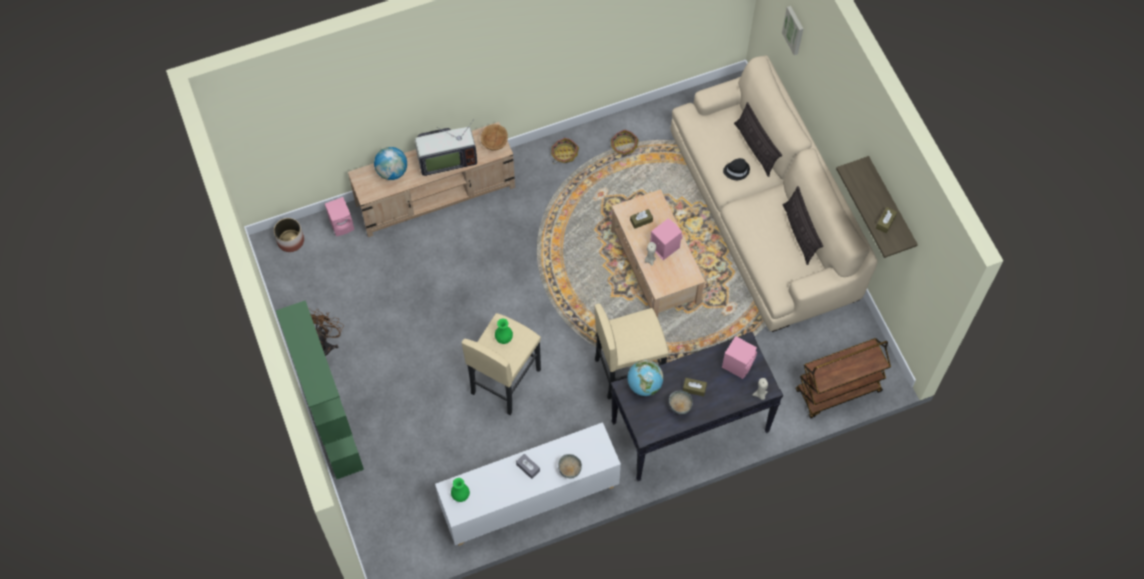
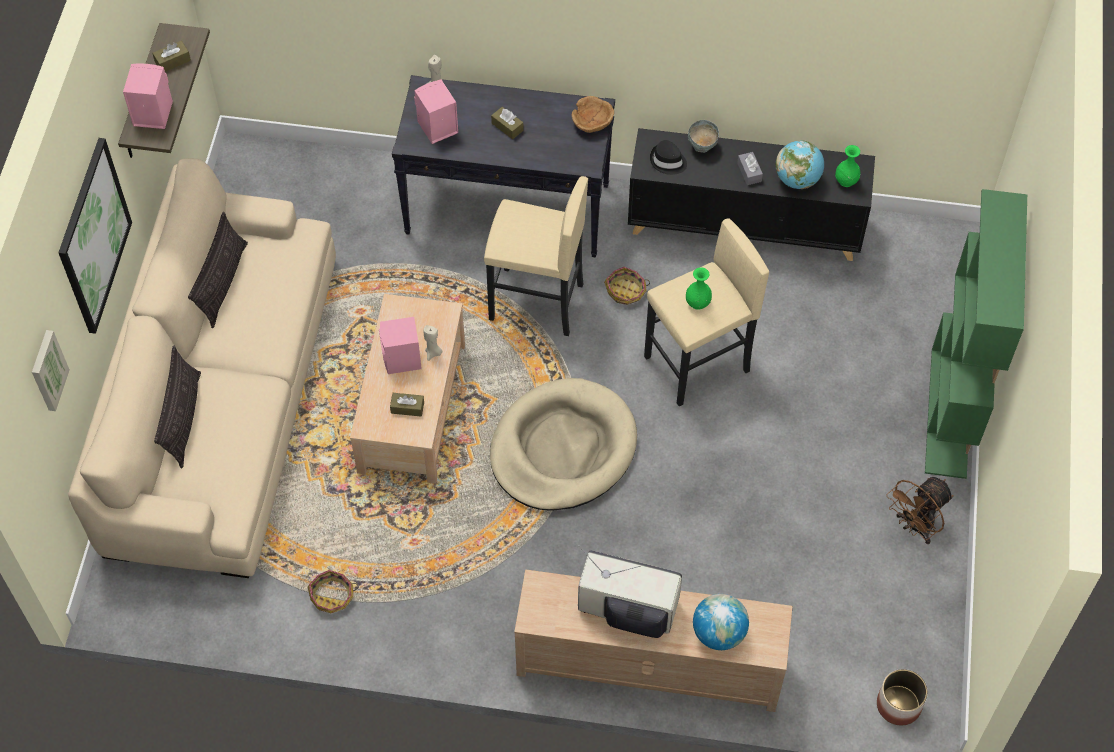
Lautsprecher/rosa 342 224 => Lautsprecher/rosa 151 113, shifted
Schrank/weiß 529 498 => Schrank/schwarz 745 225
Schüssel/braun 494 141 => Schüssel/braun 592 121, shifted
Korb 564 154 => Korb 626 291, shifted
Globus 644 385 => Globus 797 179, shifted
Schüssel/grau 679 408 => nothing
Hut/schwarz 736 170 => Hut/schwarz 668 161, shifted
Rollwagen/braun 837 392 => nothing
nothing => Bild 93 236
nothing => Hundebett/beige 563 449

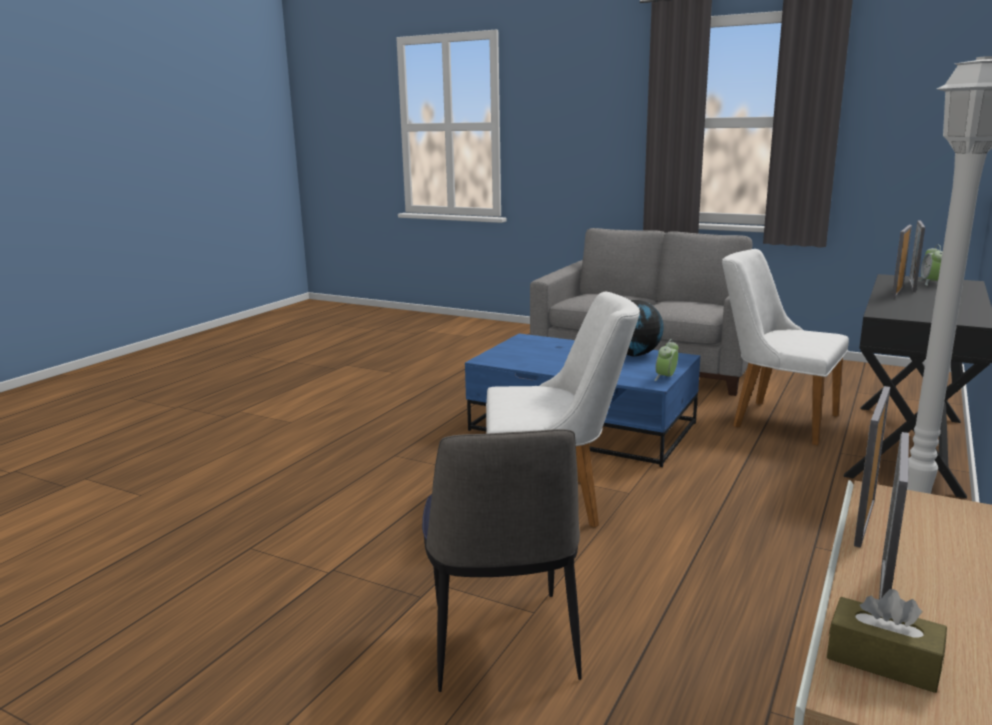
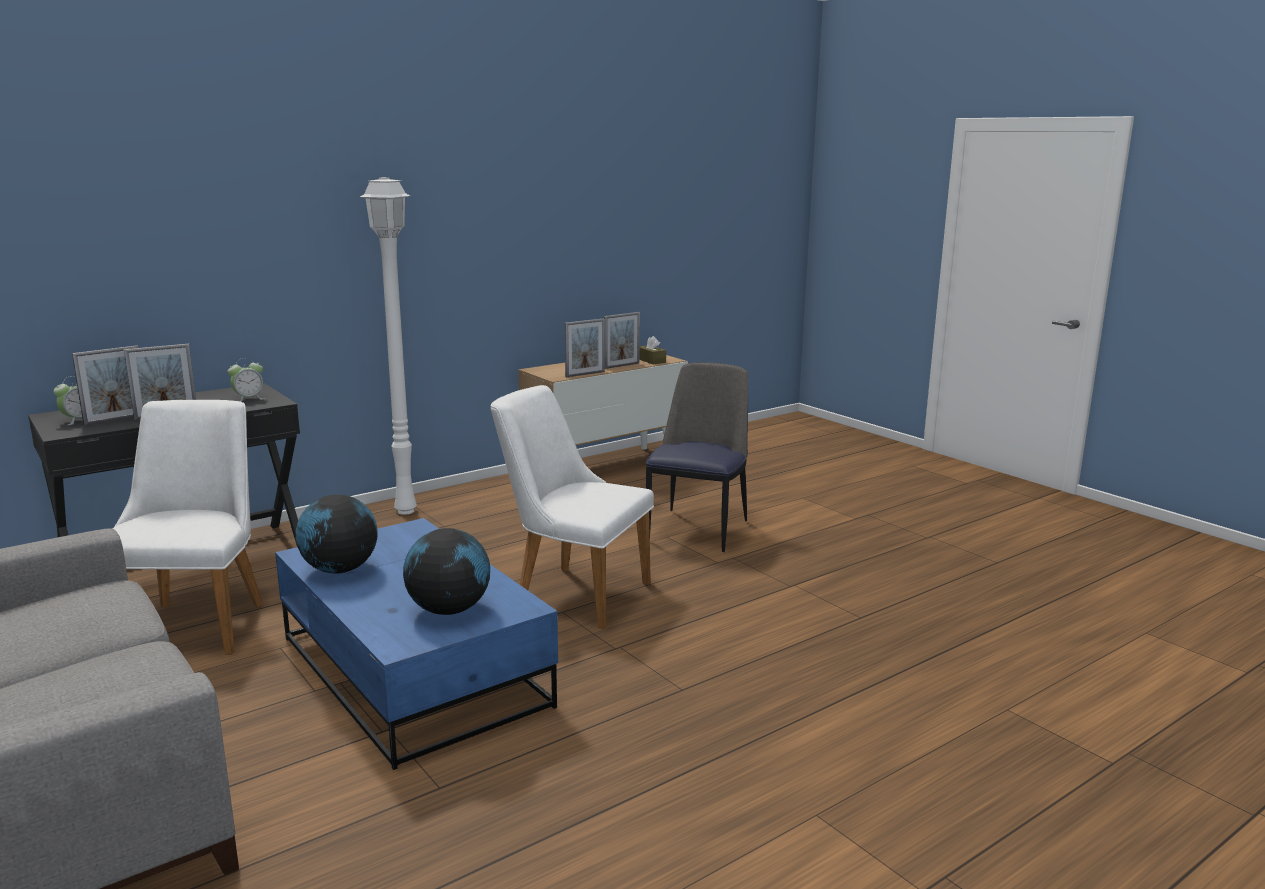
Wecker 666 378 => Wecker 248 399, shifted
Stuhl/weiß 774 419 => Stuhl/weiß 199 621, 150 degrees counterclockwise
nothing => Globus 449 610

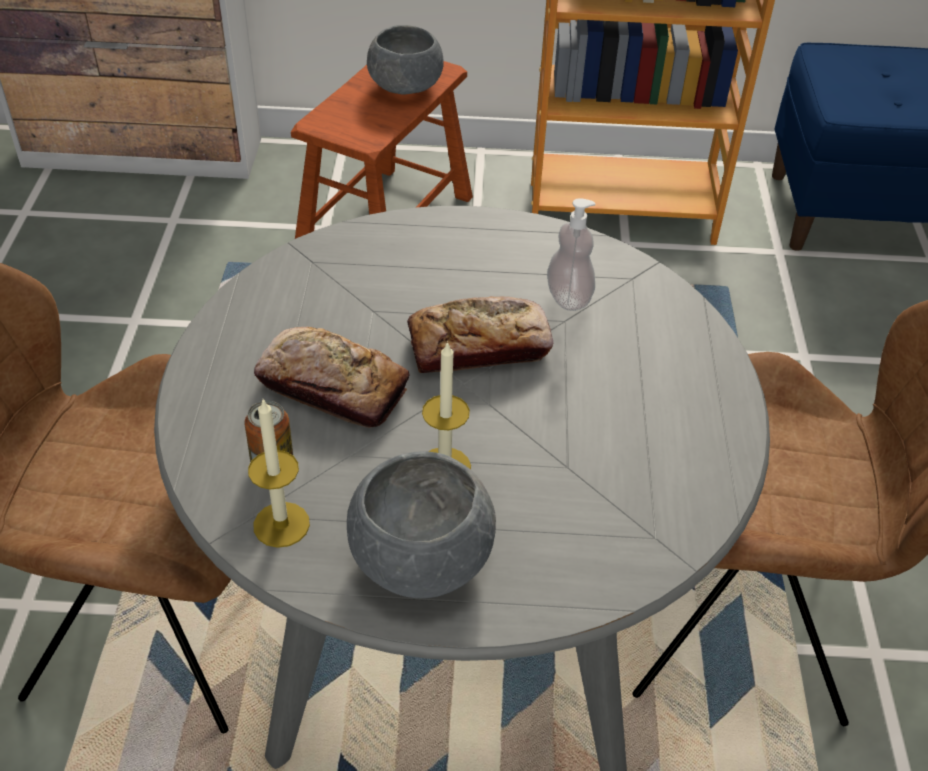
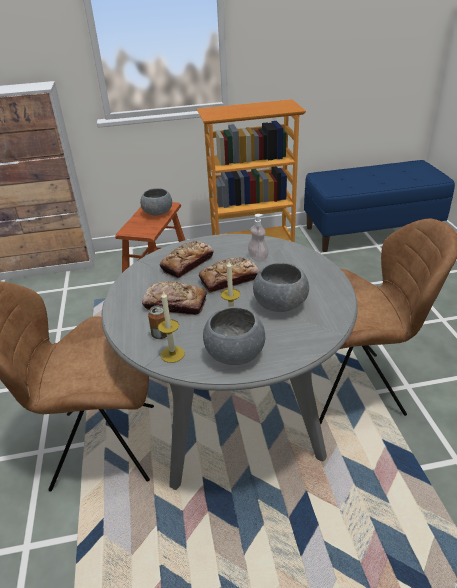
nothing => Brot 187 264
nothing => Schüssel/grau 280 304

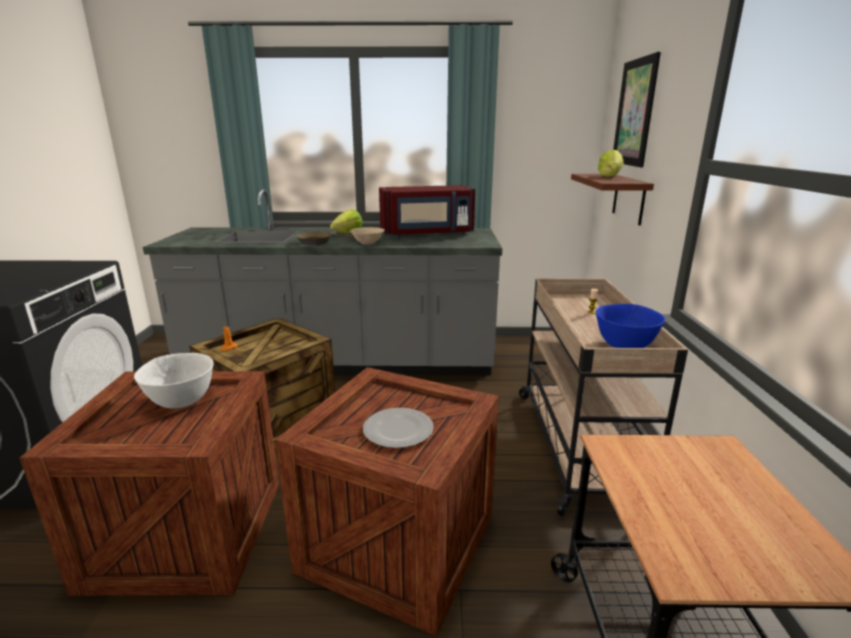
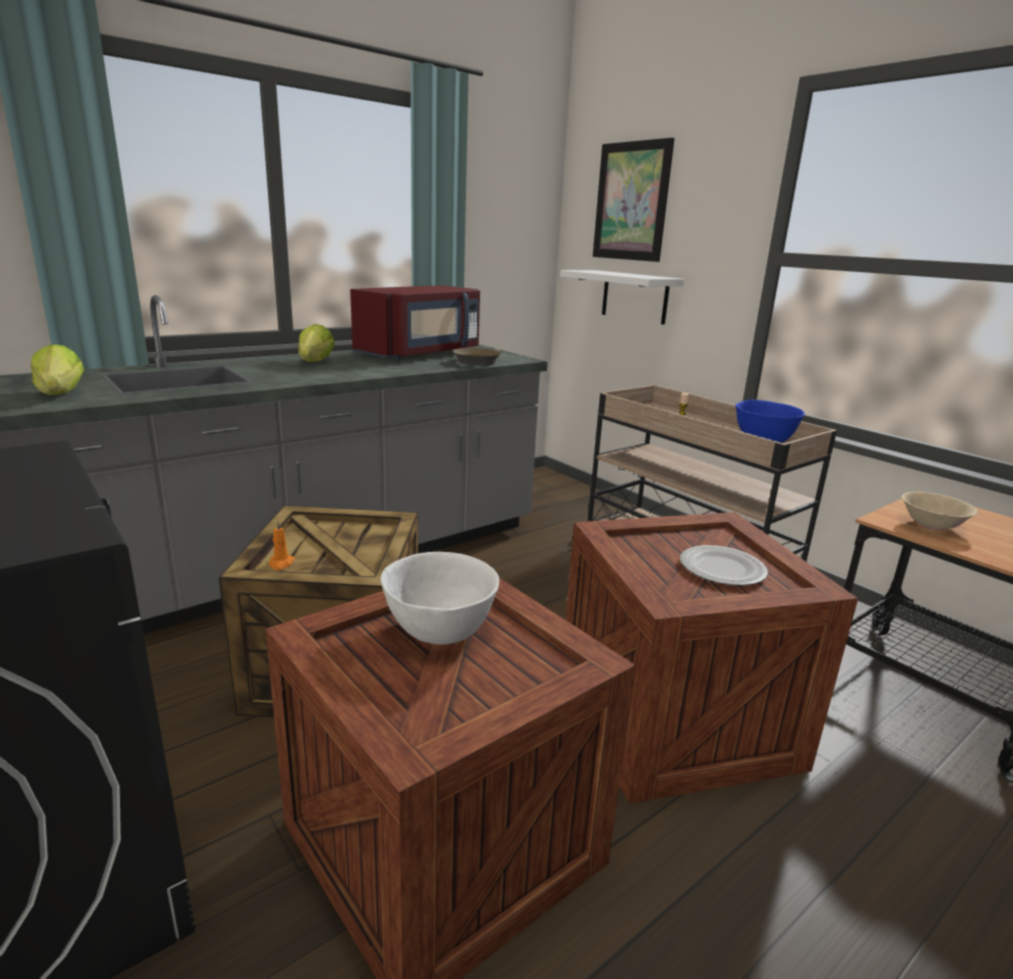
Pfanne/braun 317 242 => Pfanne/braun 478 361, shifted
Schüssel/beige 368 243 => Schüssel/beige 932 525, shifted
Wandregal/braun 629 198 => Wandregal/weiß 634 297
Salatkopf 610 176 => Salatkopf 61 394, shifted

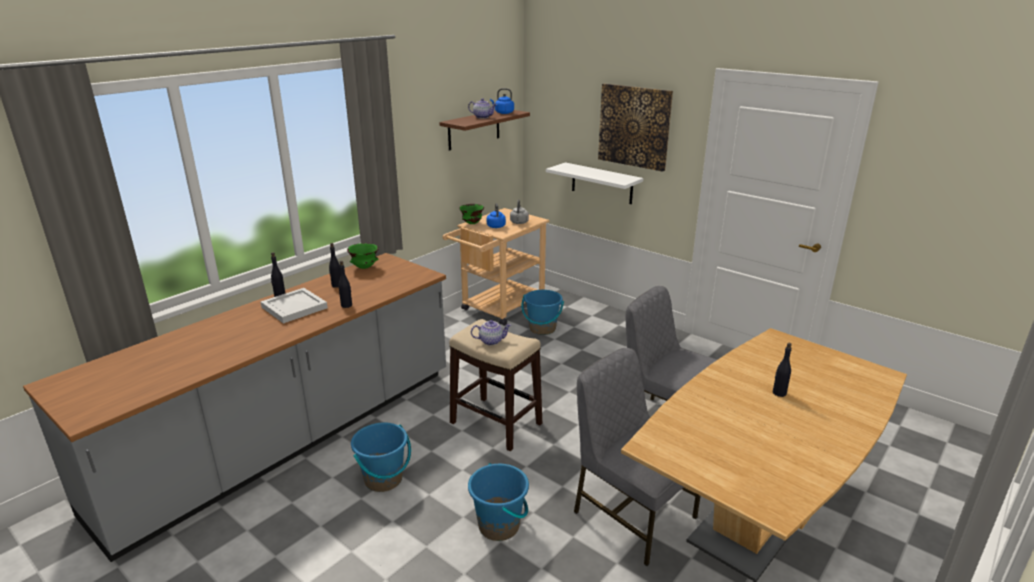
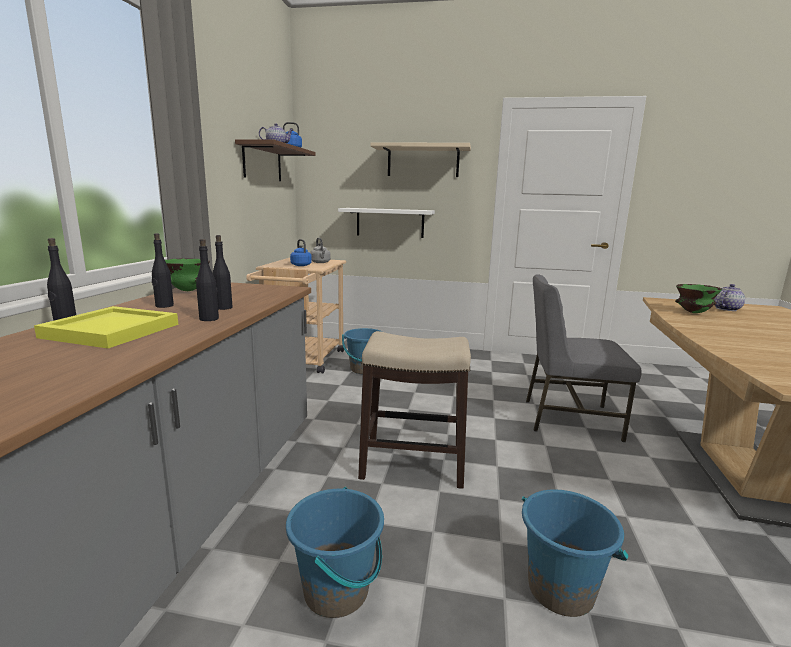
Tablett/weiß 294 307 => Tablett/gelb 111 330
Schüssel/grün 471 223 => Schüssel/grün 693 313, shifted
Teekanne 491 341 => Teekanne 725 309, shifted
Stuhl/grau 632 514 => nothing
Bild 634 126 => Wandregal/beige 423 161
Flasche/schwarz 779 393 => Flasche/schwarz 223 308, shifted

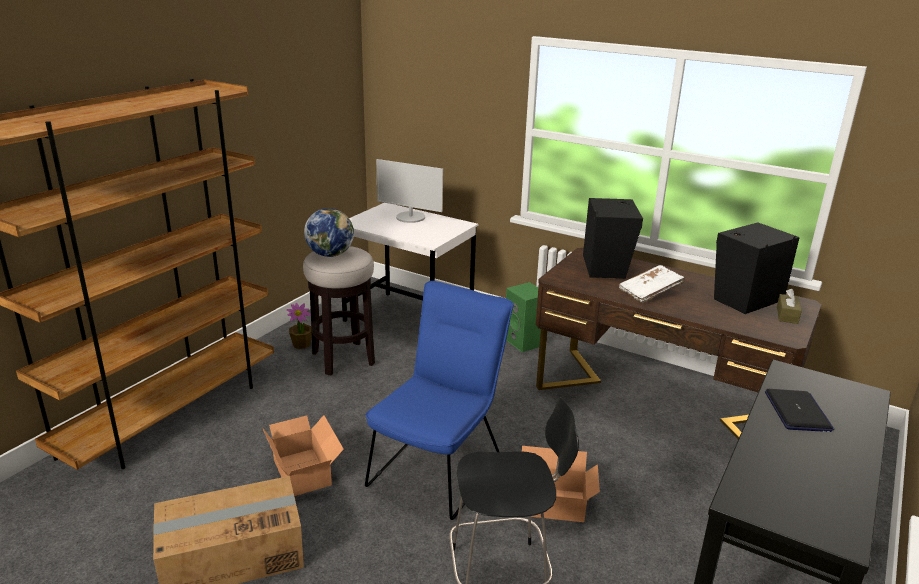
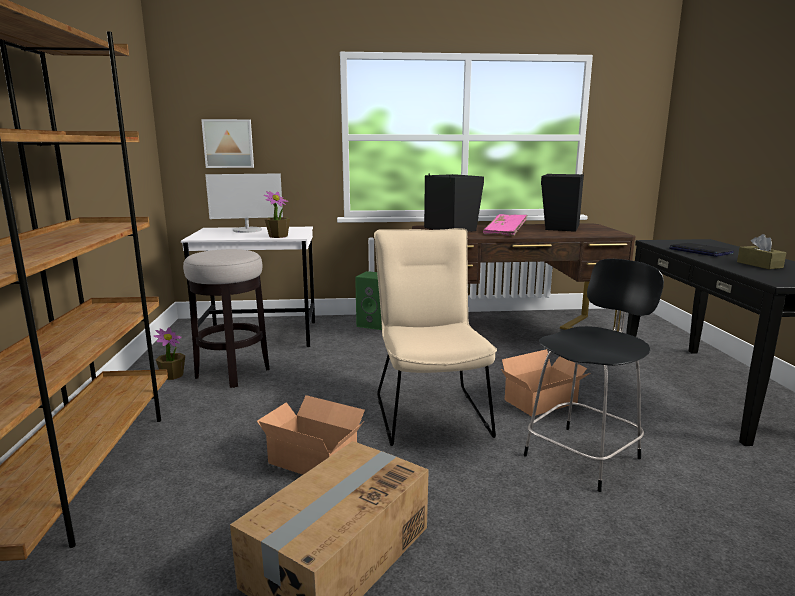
Globus 330 254 => nothing
Stuhl/blau 440 466 => Stuhl/beige 429 410
Buch/weiß 650 292 => Buch/rosa 505 233
Taschentuchbox/braun 787 315 => Taschentuchbox/braun 759 265, shifted
nothing => Bild 228 143
nothing => Topfpflanze 278 236

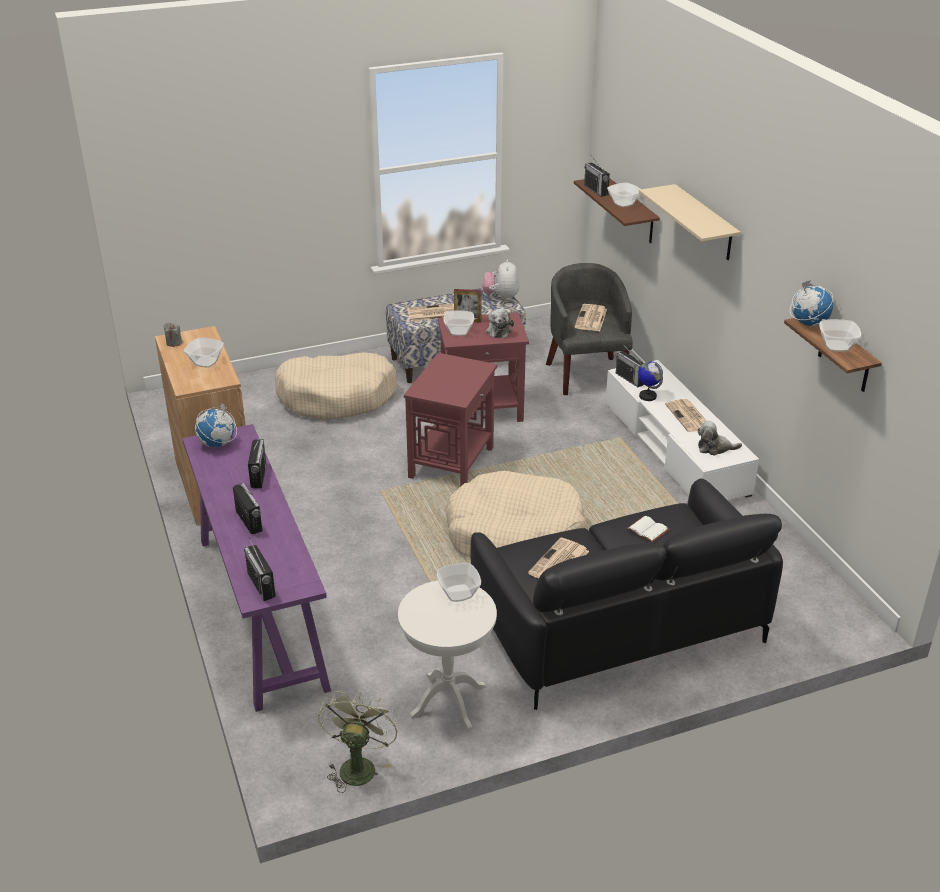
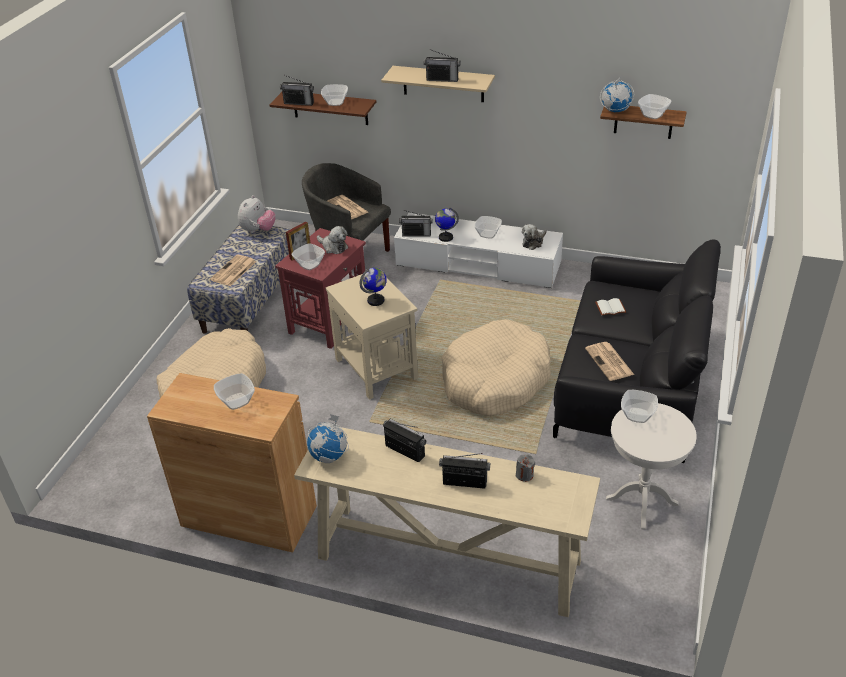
Kerze/grau 174 343 => Kerze/grau 524 475, shifted
Konsolentisch/lila 260 609 => Konsolentisch/beige 446 559
Radio 261 585 => Radio 442 79, shifted
Ventilator/grün 358 765 => nothing
Beistelltisch/rot 452 462 => Beistelltisch/beige 376 368
Plüschtier 501 297 => Plüschtier 258 230, 105 degrees counterclockwise
Zeitung 689 416 => Schüssel 488 234
nothing => Globus 376 300

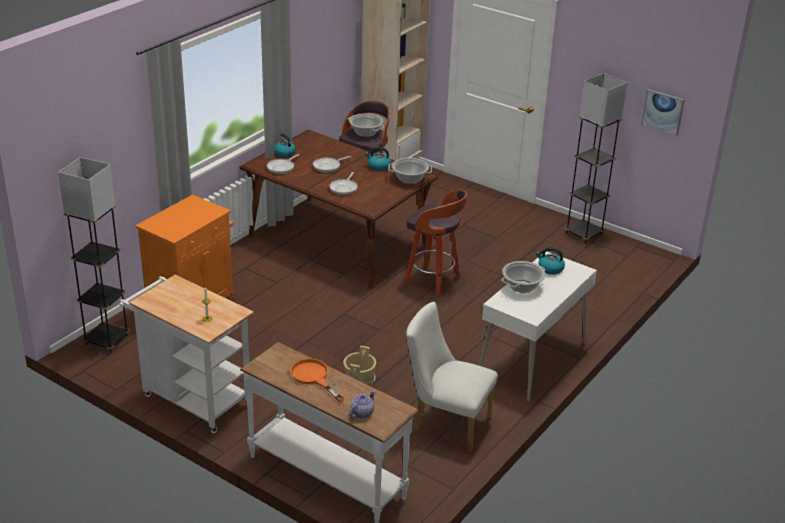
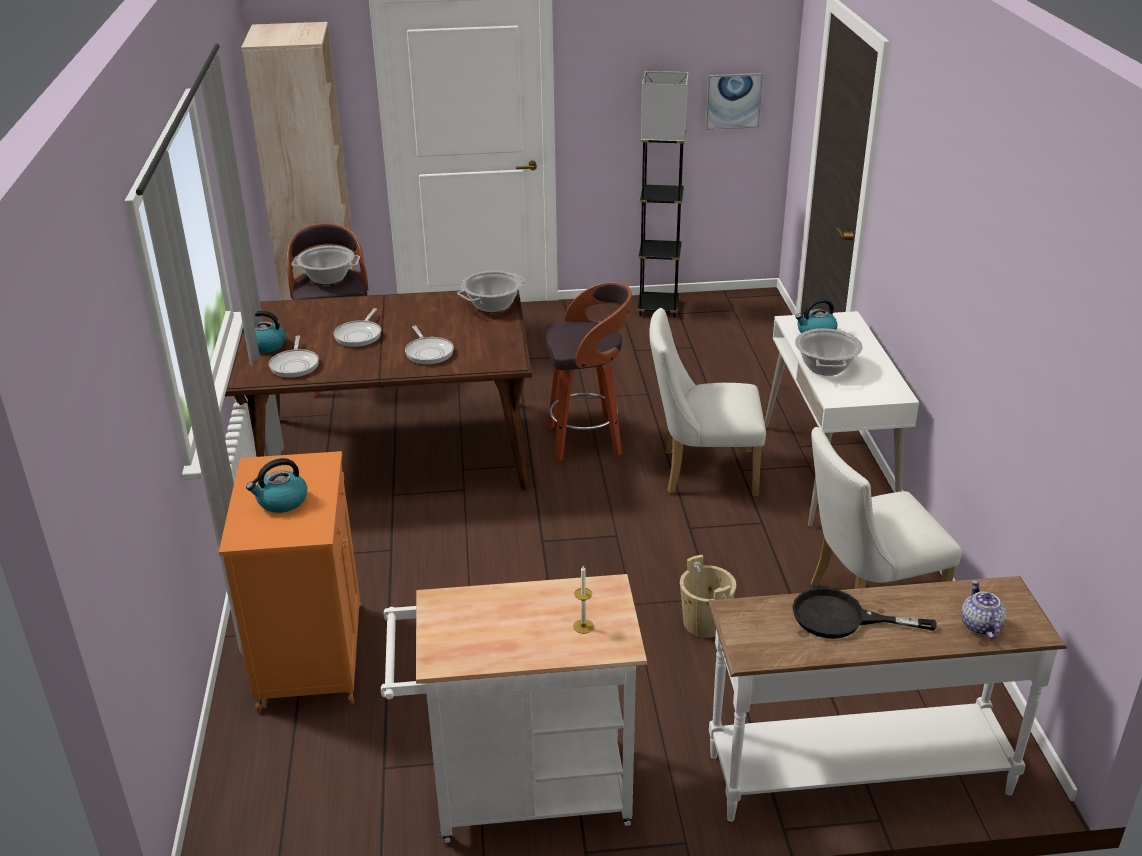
Stehlampe/grau 106 340 => nothing
Pfanne/orange 313 377 => Pfanne/schwarz 842 618
Wasserkessel 378 166 => Wasserkessel 281 501, shifted
nothing => Stuhl/weiß 701 472

